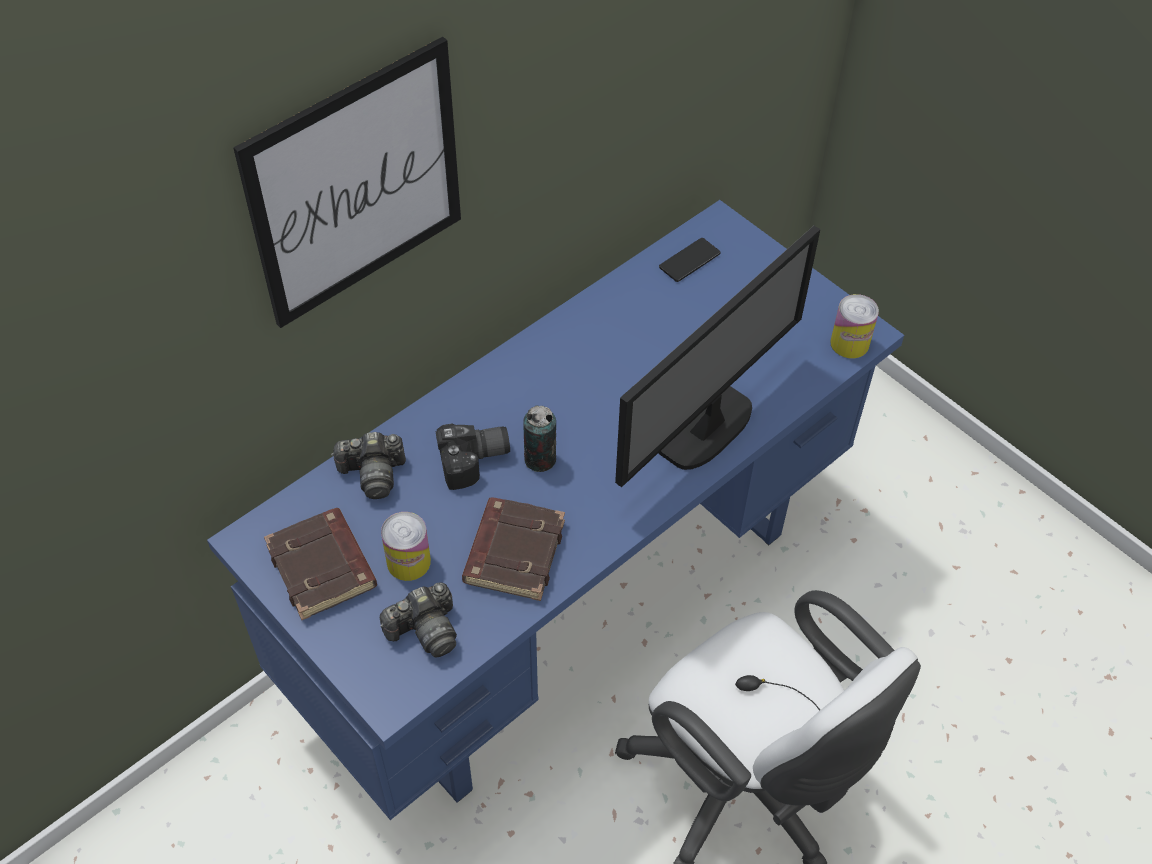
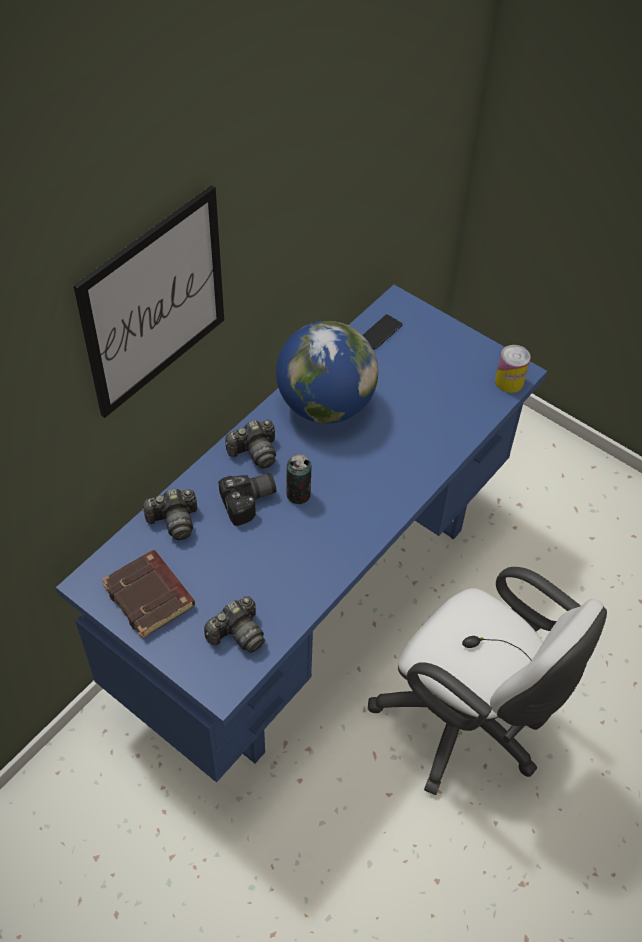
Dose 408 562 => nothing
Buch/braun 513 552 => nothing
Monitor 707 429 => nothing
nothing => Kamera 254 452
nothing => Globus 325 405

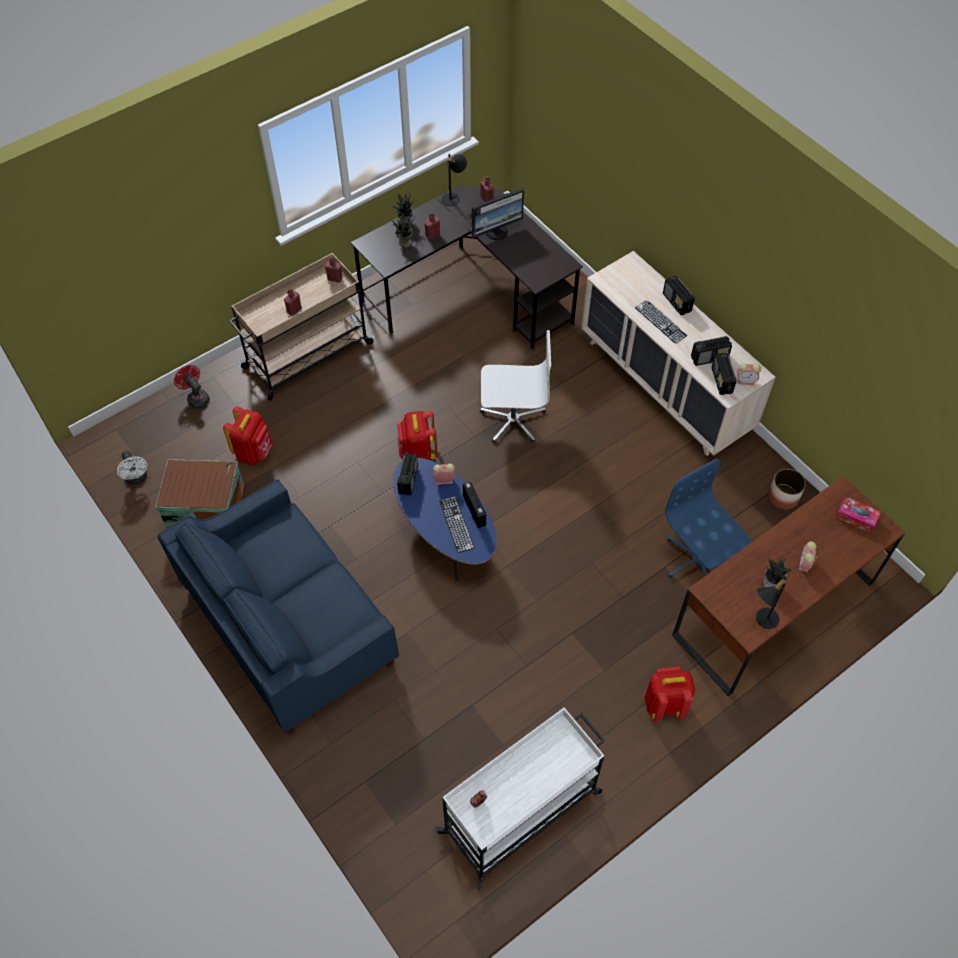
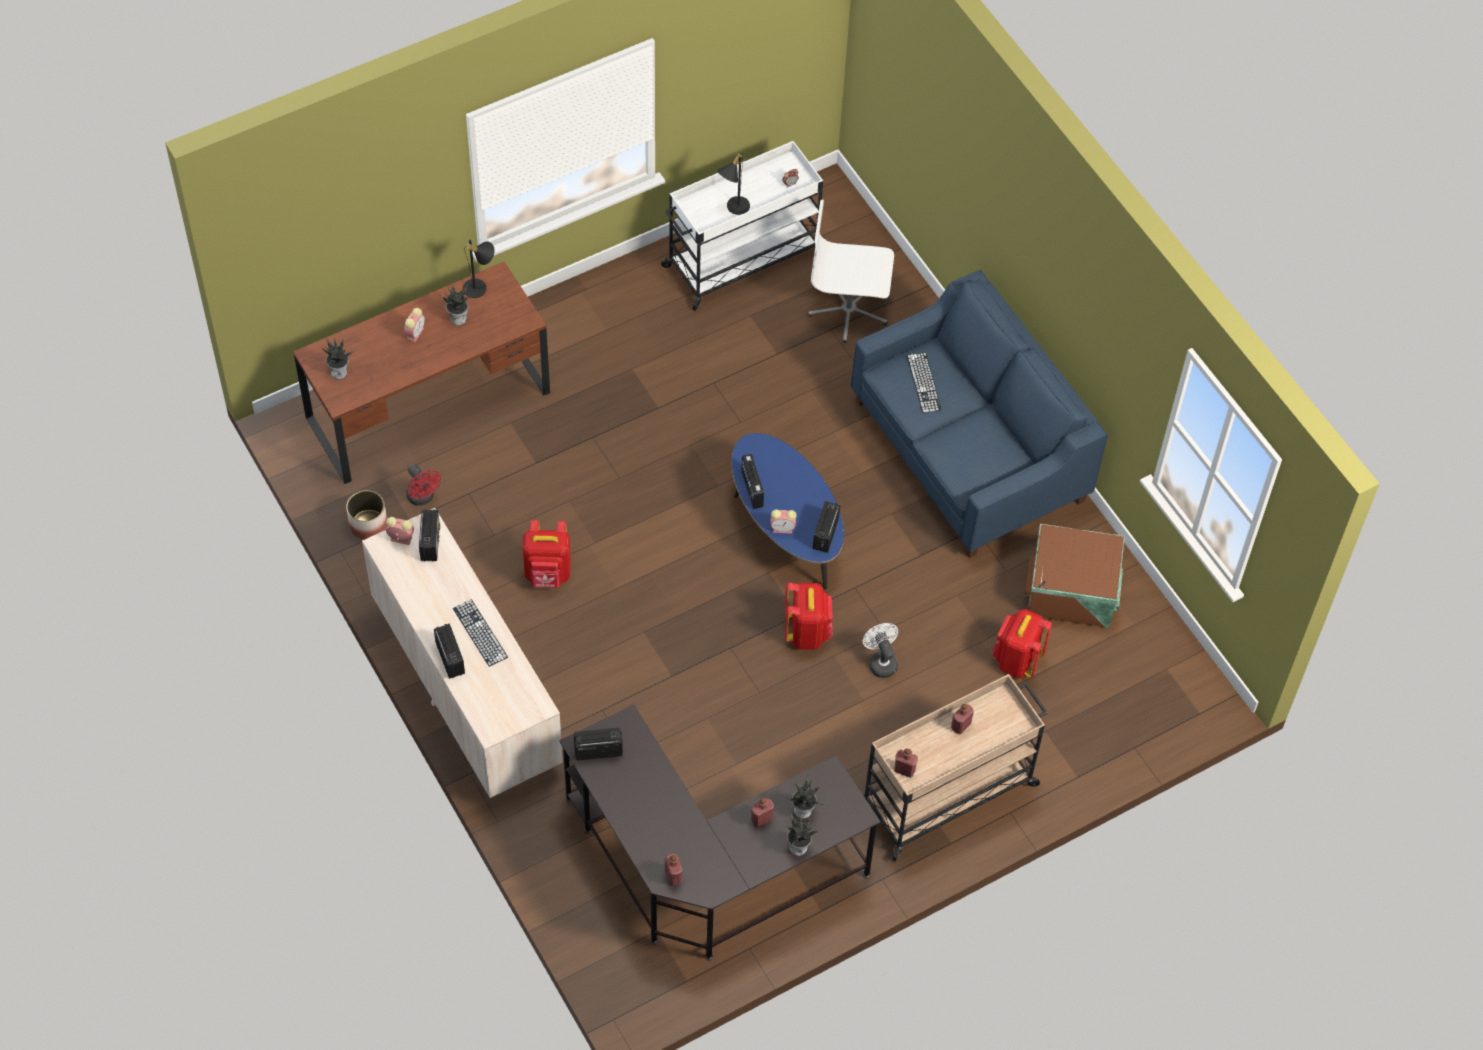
Ventilator/weiß 137 478 => Ventilator/weiß 881 661, shifted
Ventilator/rot 196 398 => Ventilator/rot 422 498, shifted
Tastatur 456 524 => Tastatur 924 382, shifted
Tischlampe/schwarz 453 198 => Tischlampe/schwarz 733 207, shifted
Monitor 496 231 => nothing
Bürostuhl/weiß 512 419 => Bürostuhl/weiß 849 311, shifted
Rucksack/rot 664 704 => Rucksack/rot 548 574, shifted
Bürostuhl/blau 697 560 => nothing
Radio 709 358 => Radio 598 751, shifted
Taschentuchbox 856 517 => Topfpflanze 339 372

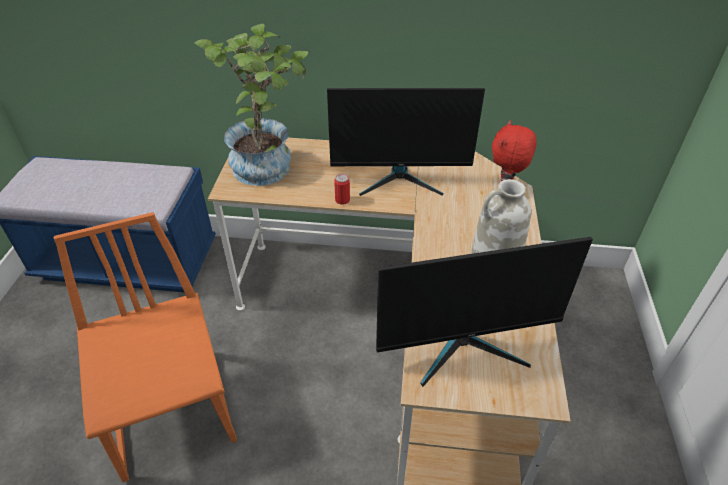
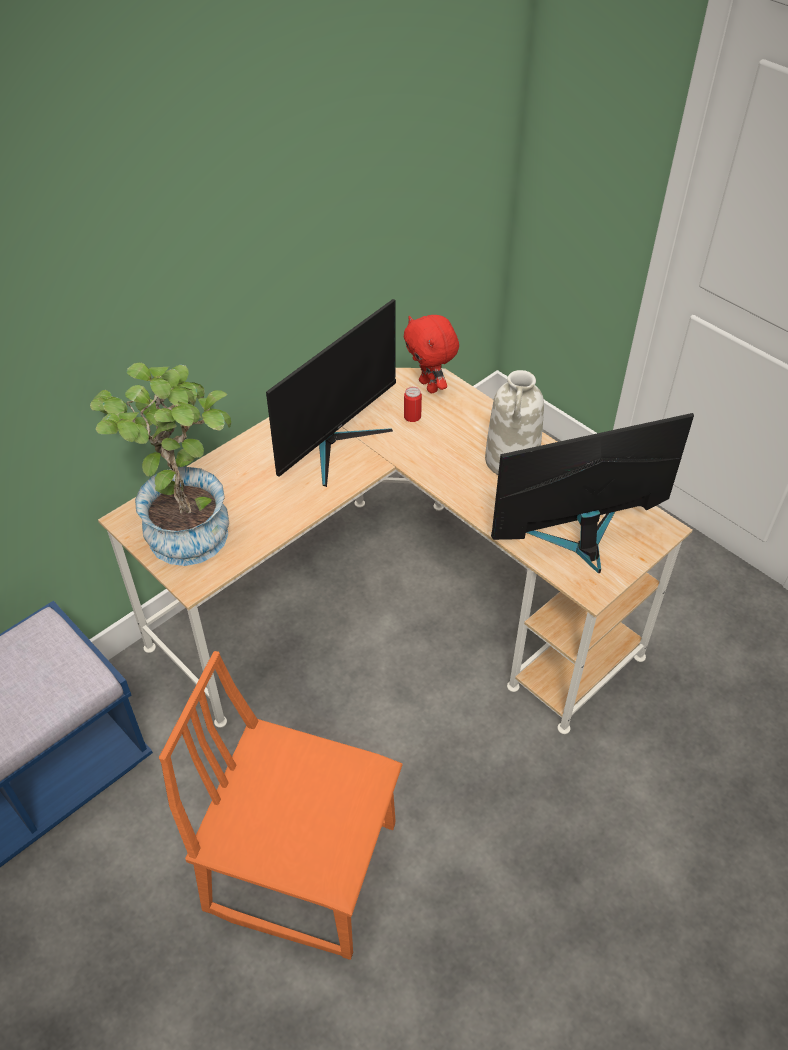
Dose 342 200 => Dose 412 416, shifted
Monitor 466 347 => Monitor 579 539, 135 degrees counterclockwise

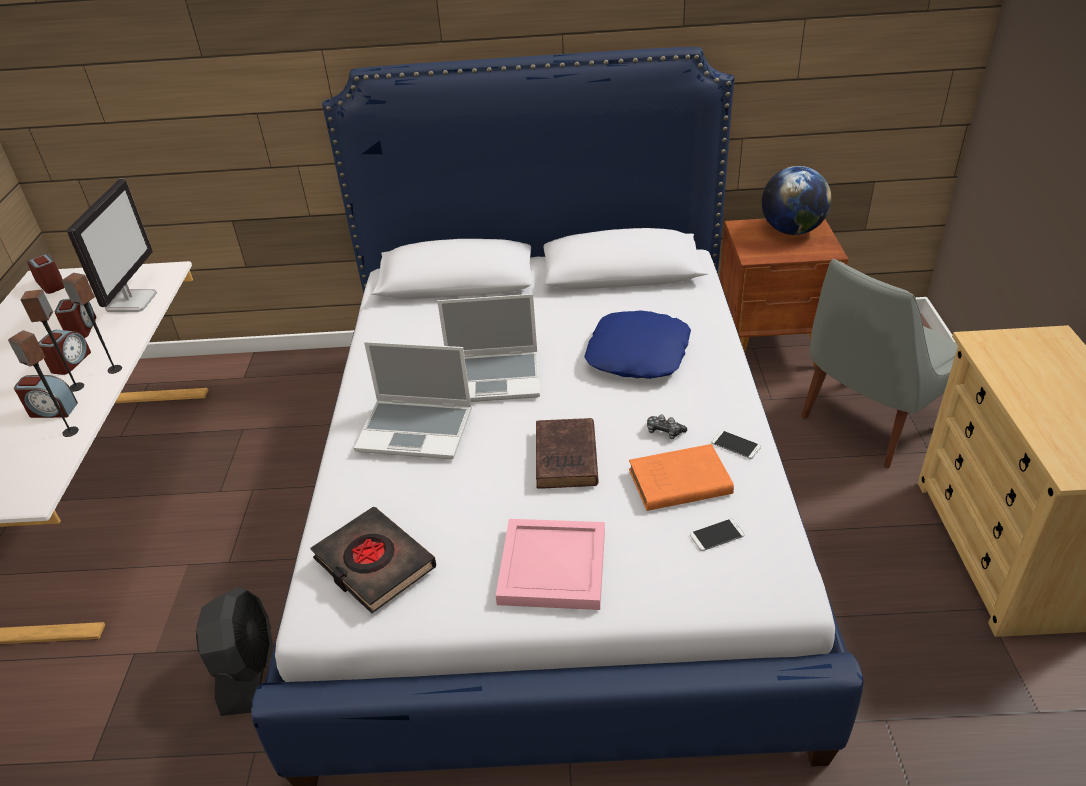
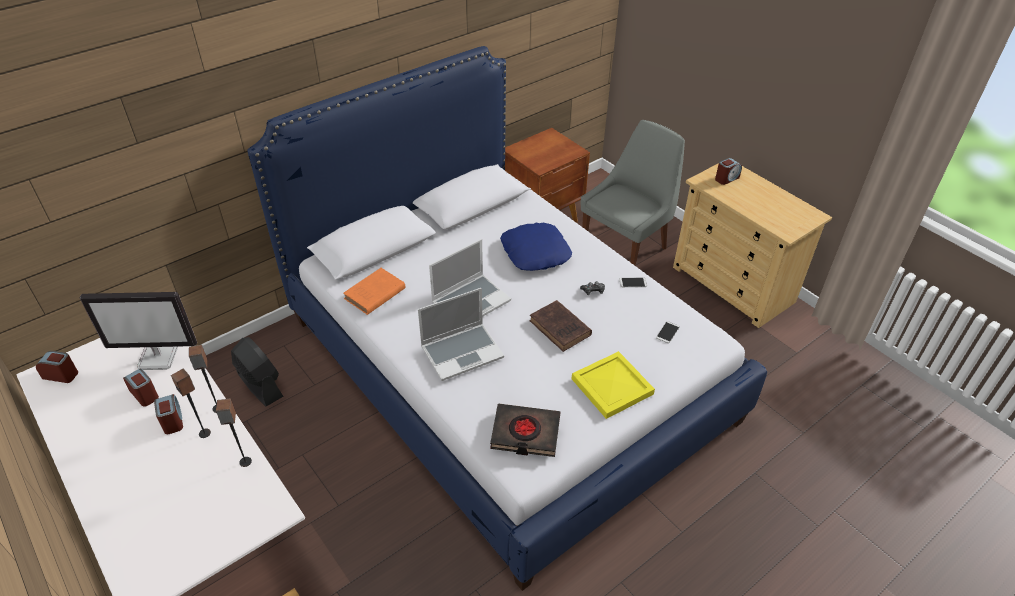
Wecker 52 410 => Wecker 726 178, shifted
Monitor 132 301 => Monitor 159 357, 120 degrees clockwise
Ventilator/schwarz 247 669 => Ventilator/schwarz 260 385, shifted
Tablett/rosa 554 568 => Tablett/gelb 613 386
Buch/orange 677 483 => Buch/orange 373 294, shifted
Globus 791 231 => nothing
Stuhl/grau 867 424 => Stuhl/grau 626 245, 150 degrees counterclockwise

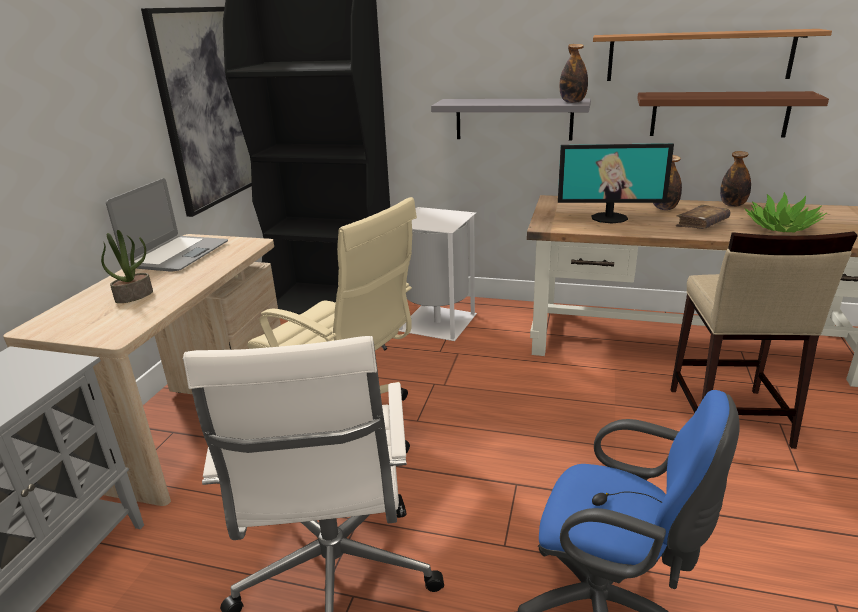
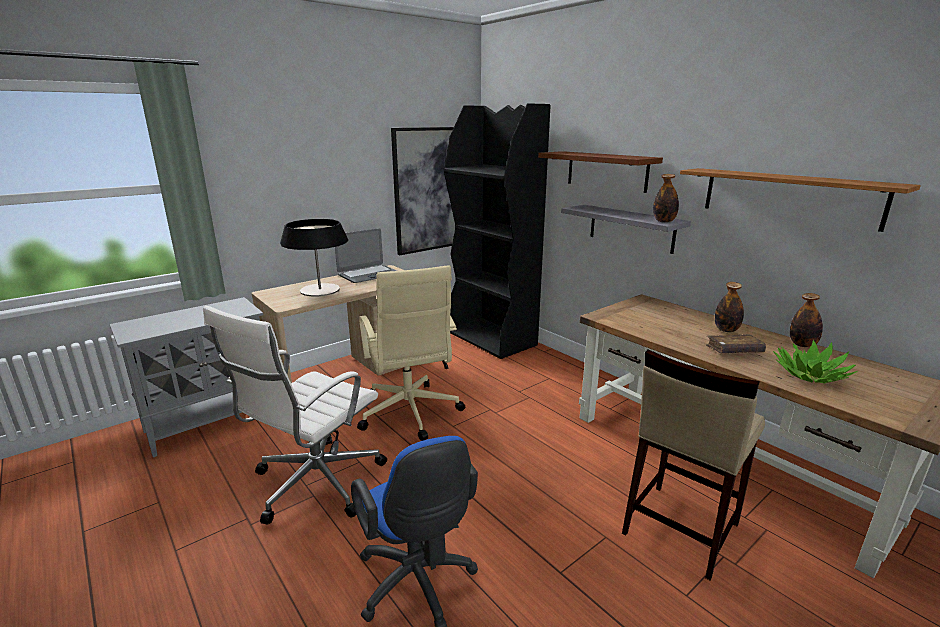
Topfpflanze 134 296 => Tischlampe 320 290
Mülleimer/weiß 436 323 => nothing
Monitor 609 217 => nothing
Wandregal/braun 719 114 => Wandregal/braun 606 171, shifted

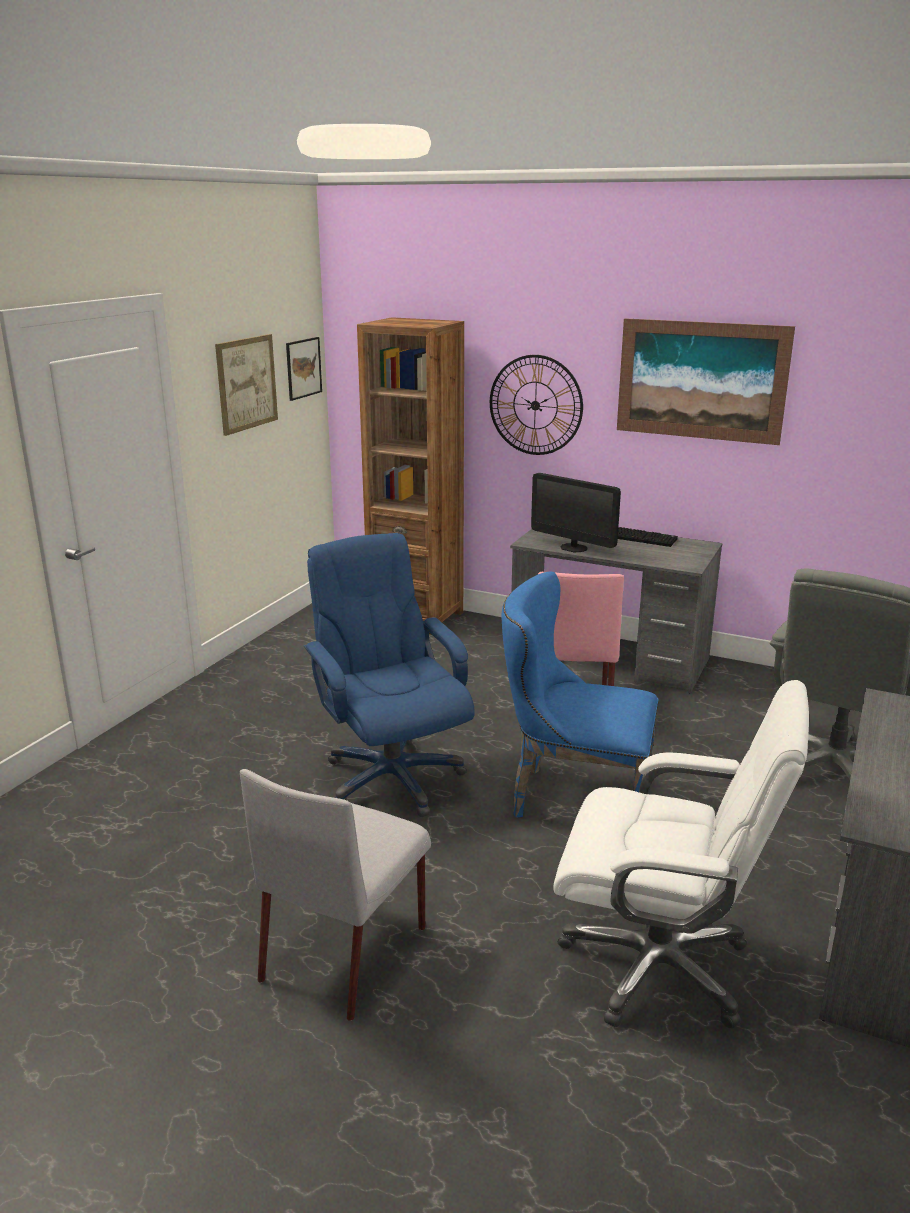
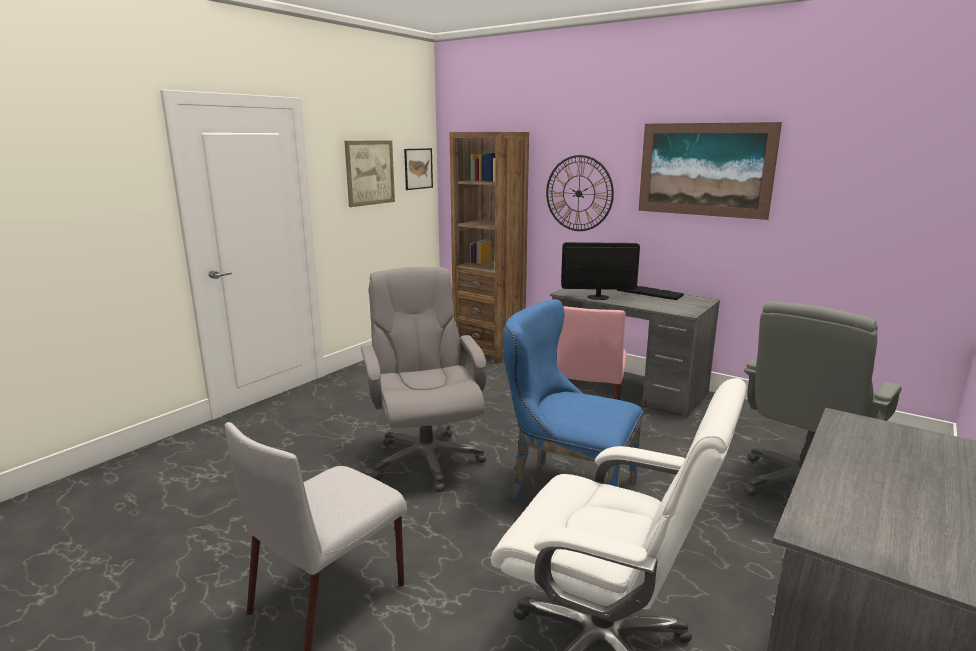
Bürostuhl/blau 391 778 => Bürostuhl/grau 426 460
Monitor 573 548 => Monitor 598 297, 135 degrees clockwise

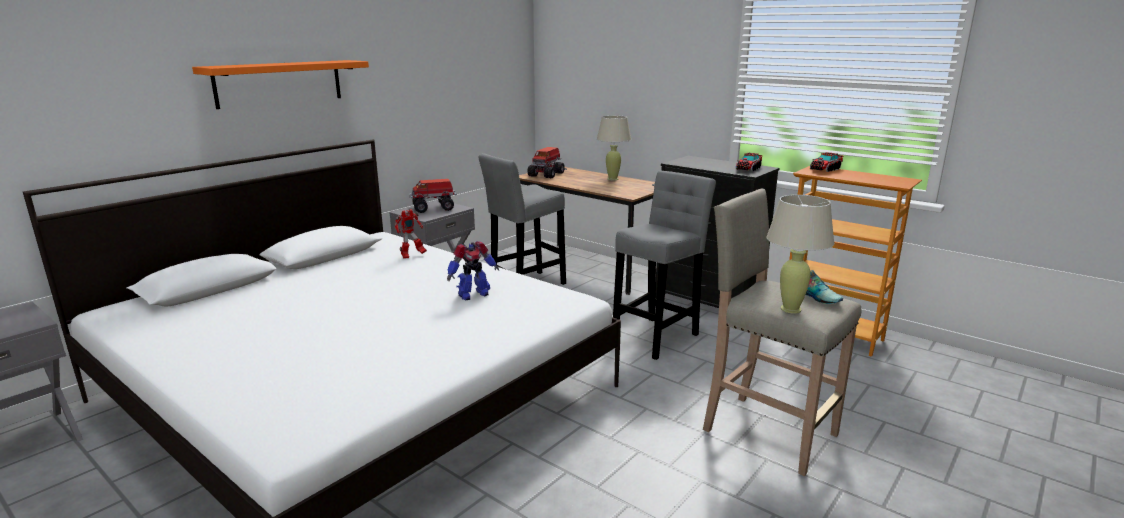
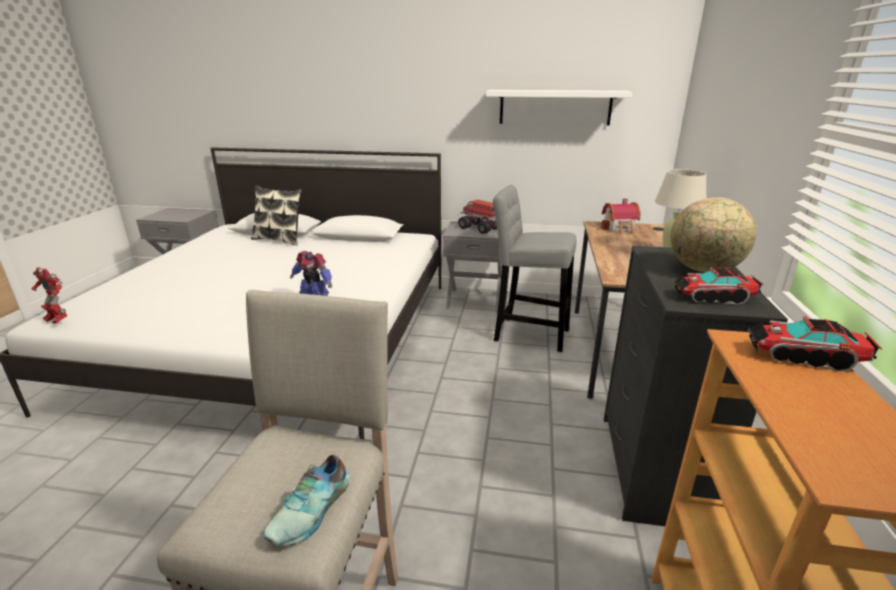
Wandregal/orange 279 83 => nothing
Spielzeugroboter 412 256 => Spielzeugroboter 57 321, shifted
Spielzeuglaster 547 174 => Spielzeughaus 620 229
Hocker/grau 658 336 => nothing
Tischlampe/beige 791 309 => nothing
nothing => Kissen 279 239
nothing => Wandregal/weiß 555 107
nothing => Globus 704 270

